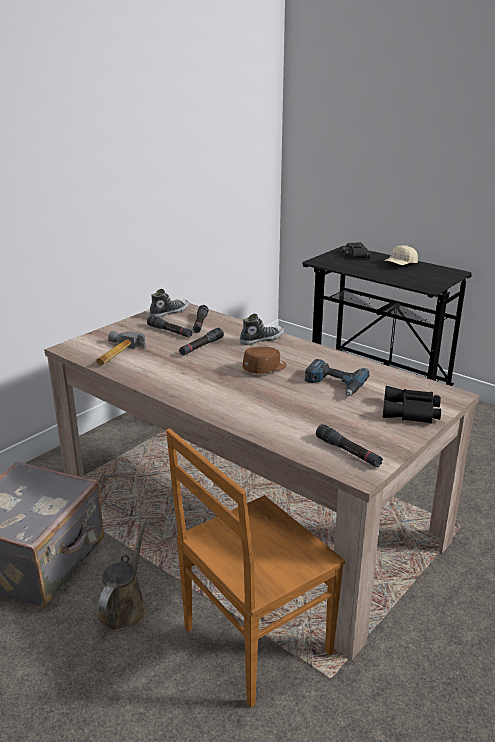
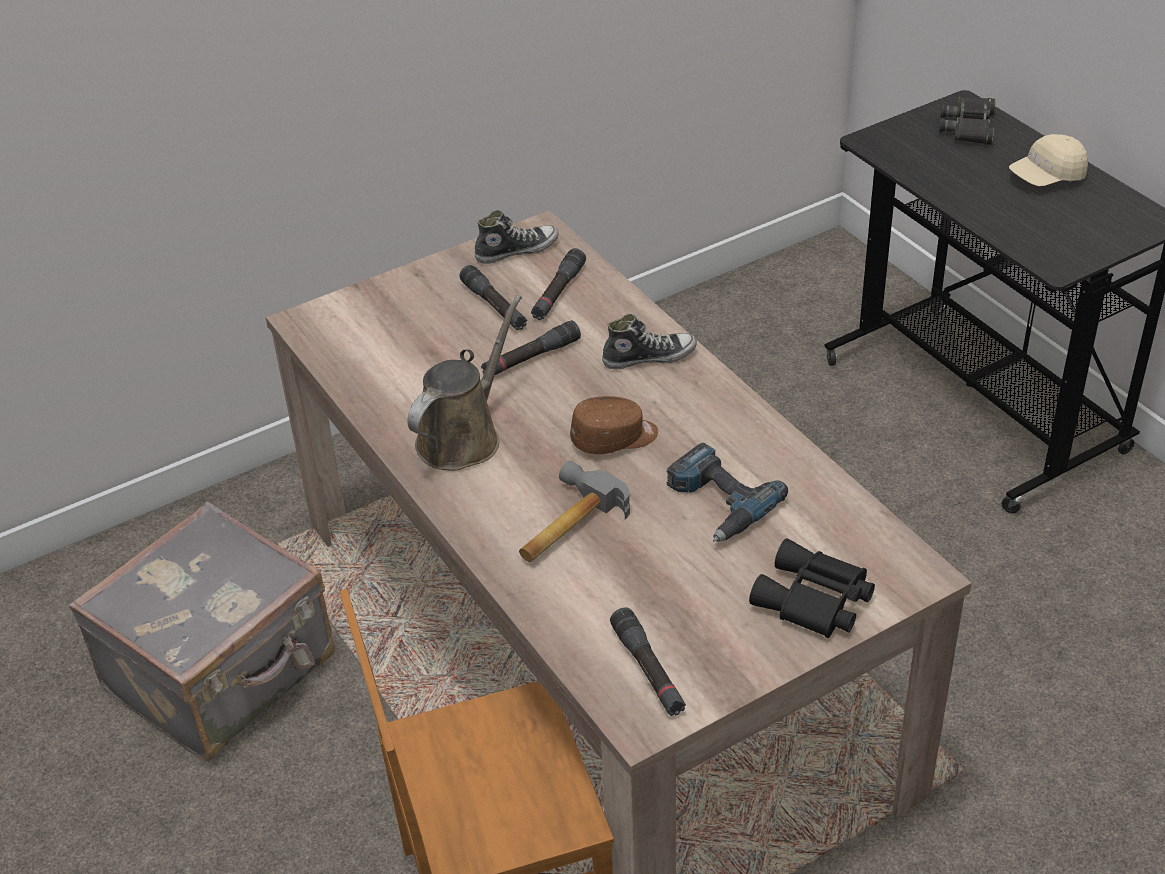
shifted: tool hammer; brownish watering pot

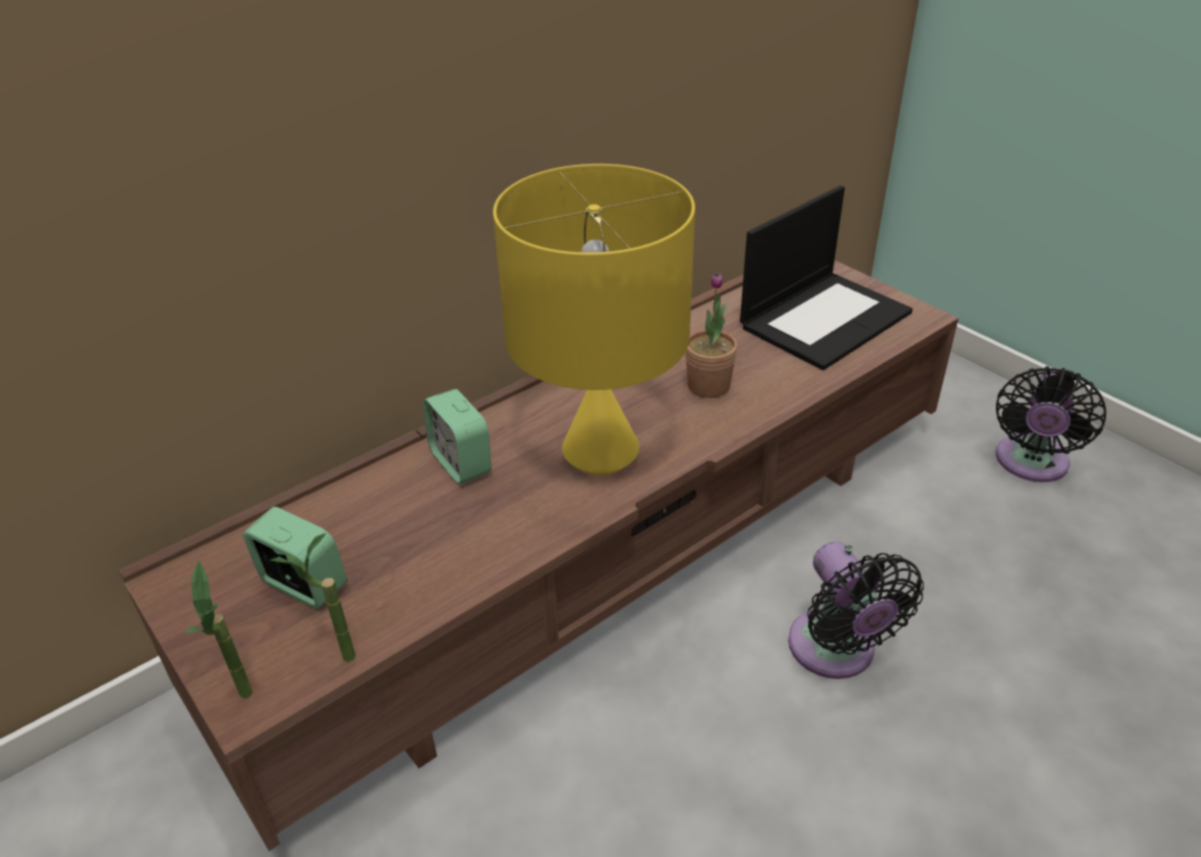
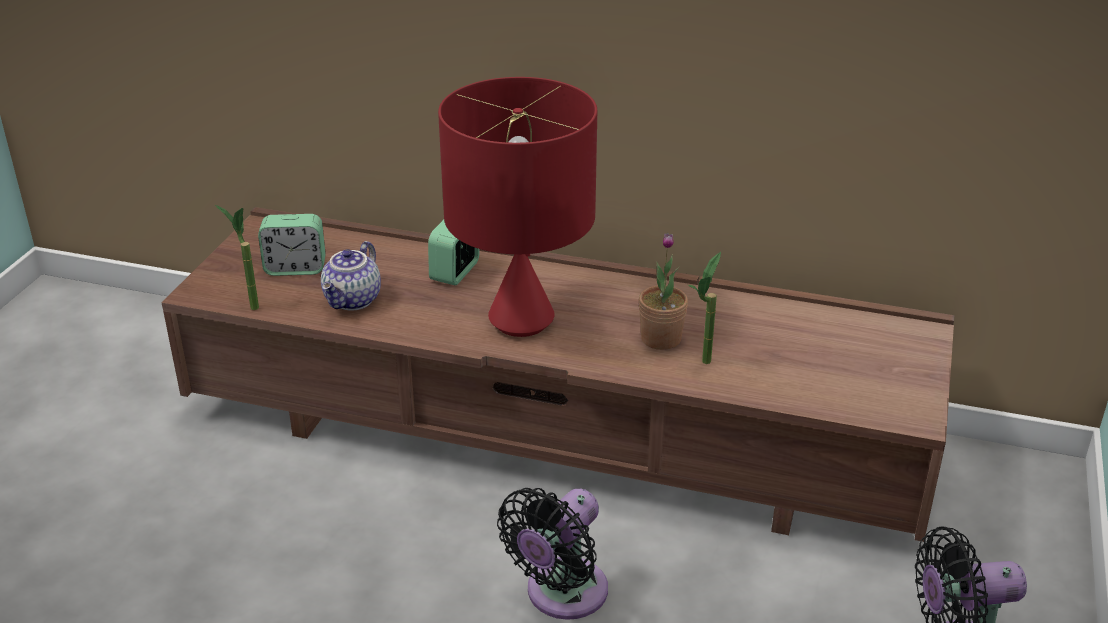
gone: portable computer
new: tea pot
shifted: potted plant (no. 1 from left in the first image) to potted plant (no. 3 from left)
repainted: yellowish tabletop lamp to red-coloured tabletop lamp
rotated: alarm clock (no. 1 from left) 90 degrees clockwise

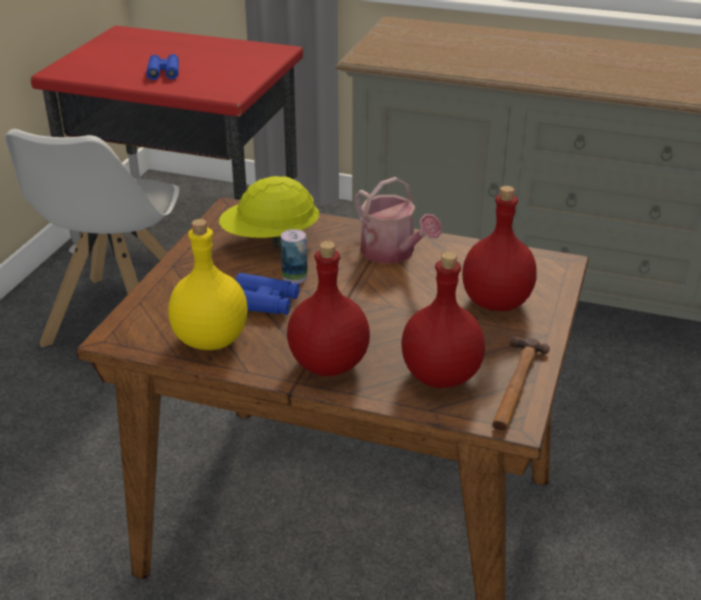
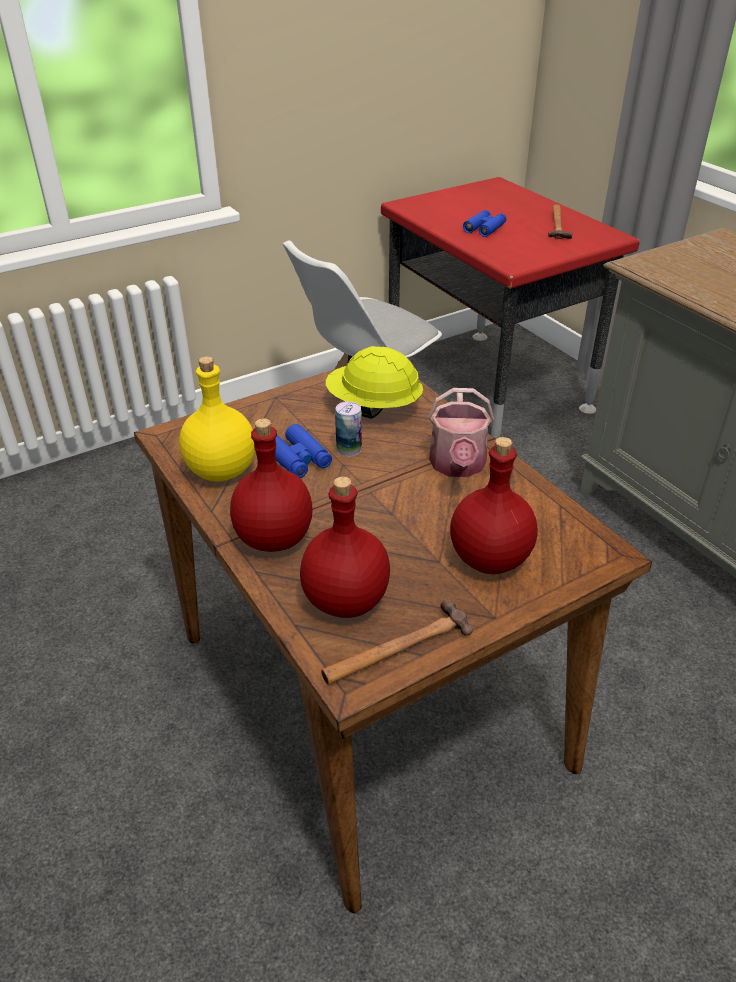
new: tool hammer (no. 2 from left)

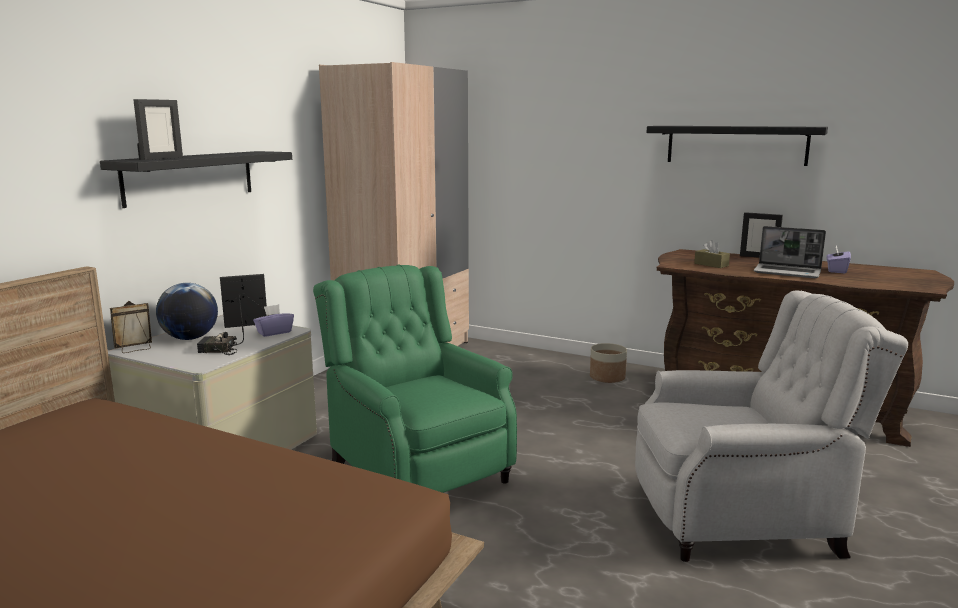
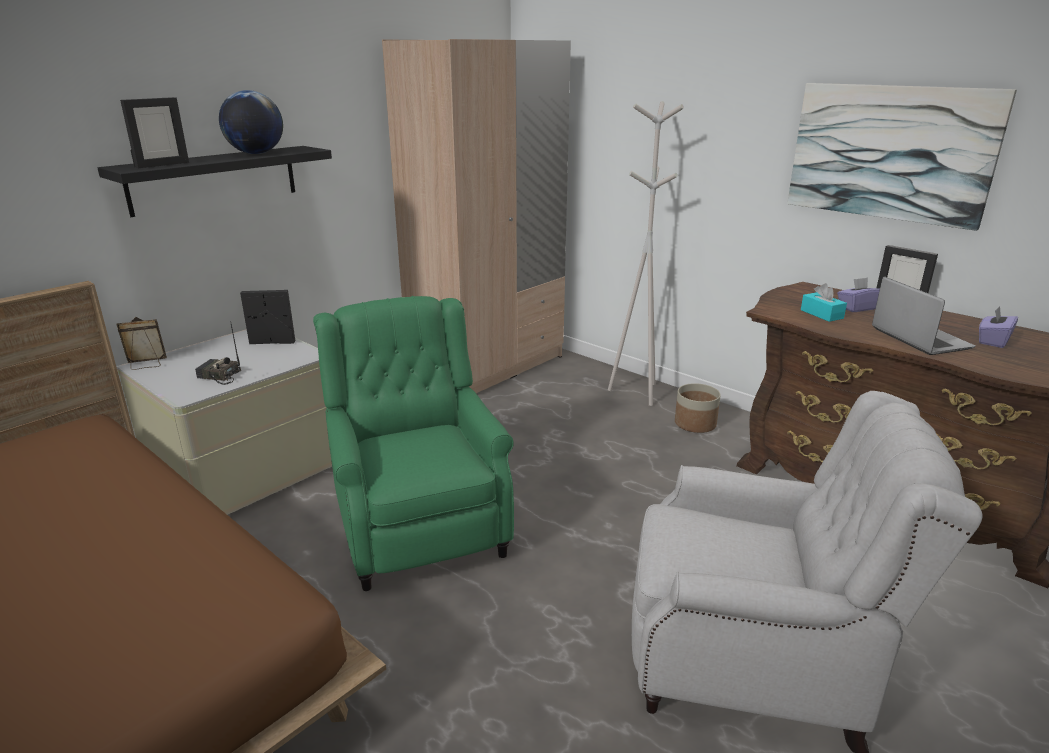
new: grey garment rack
shifted: globe; purple-coloured tissue holder (no. 1 from left)
swapped: black bracket shelf (no. 2 from left) to picture
repainted: brownish tissue holder to turquoise-coloured tissue holder
rotated: portable computer 150 degrees counterclockwise

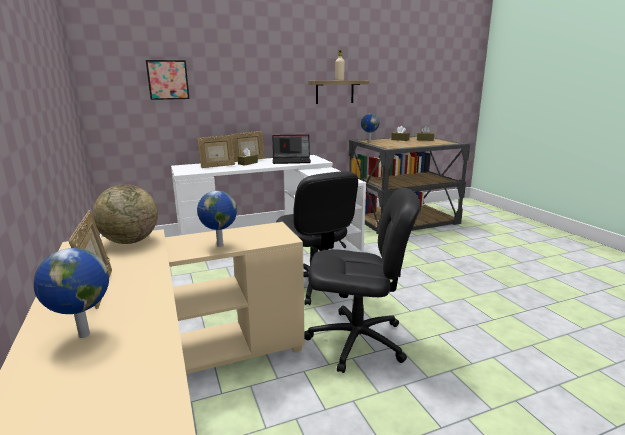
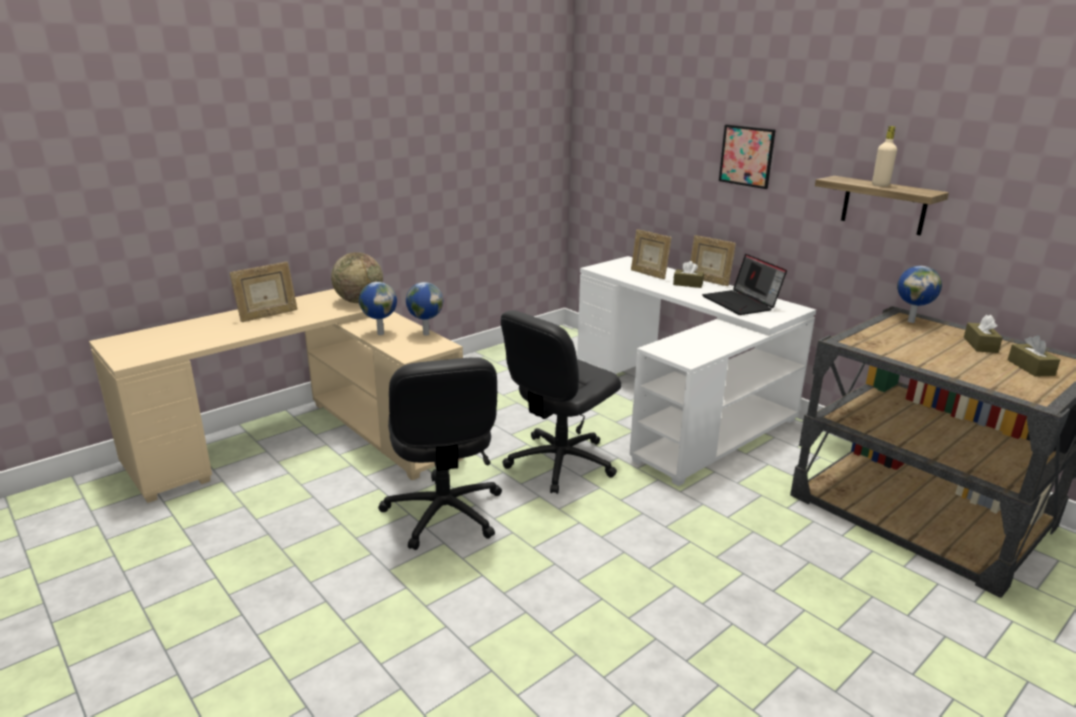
shifted: globe (no. 1 from left in the first image) to globe (no. 3 from left); picture

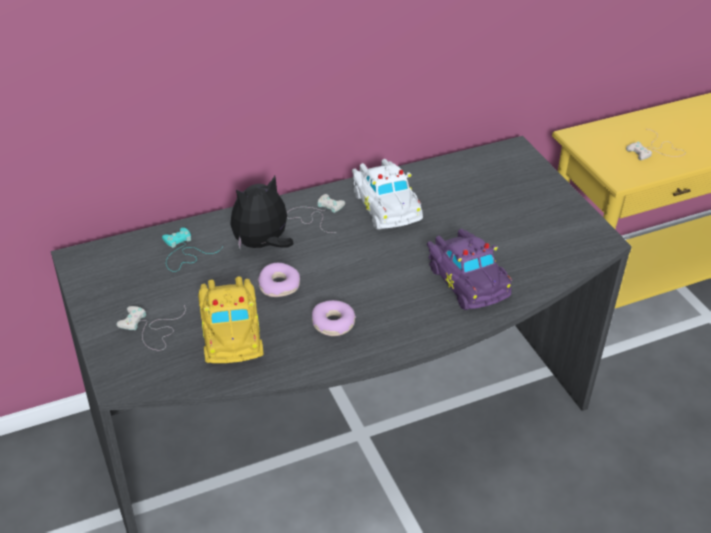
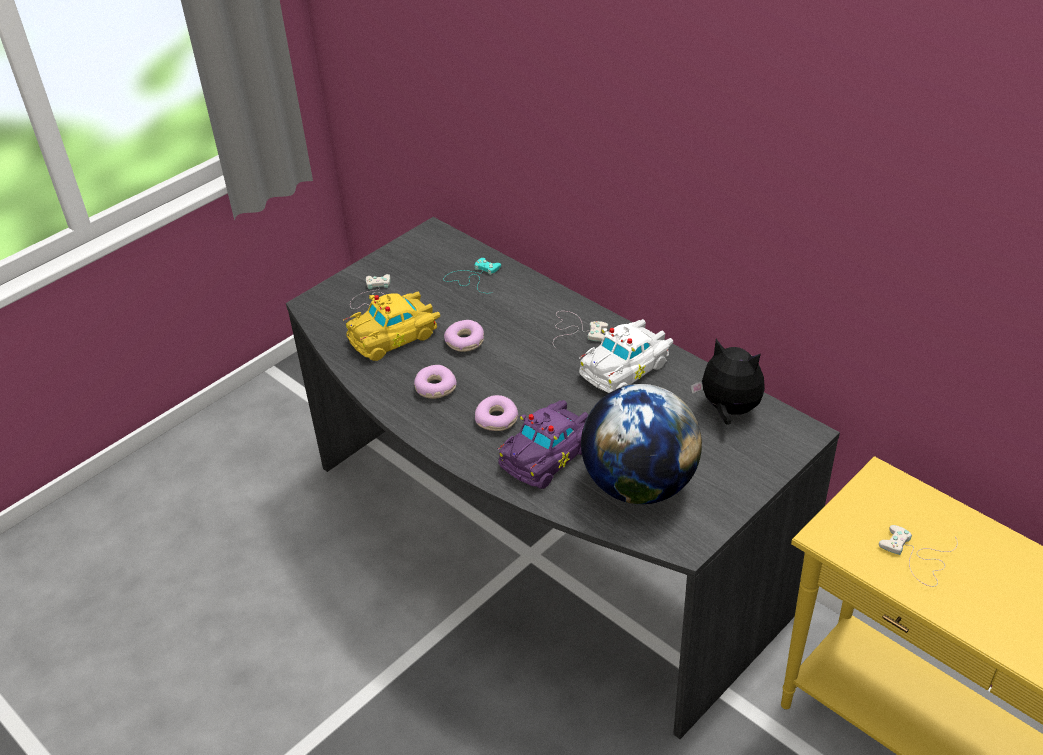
new: doughnut (no. 3 from left); globe
shifted: cuddly toy

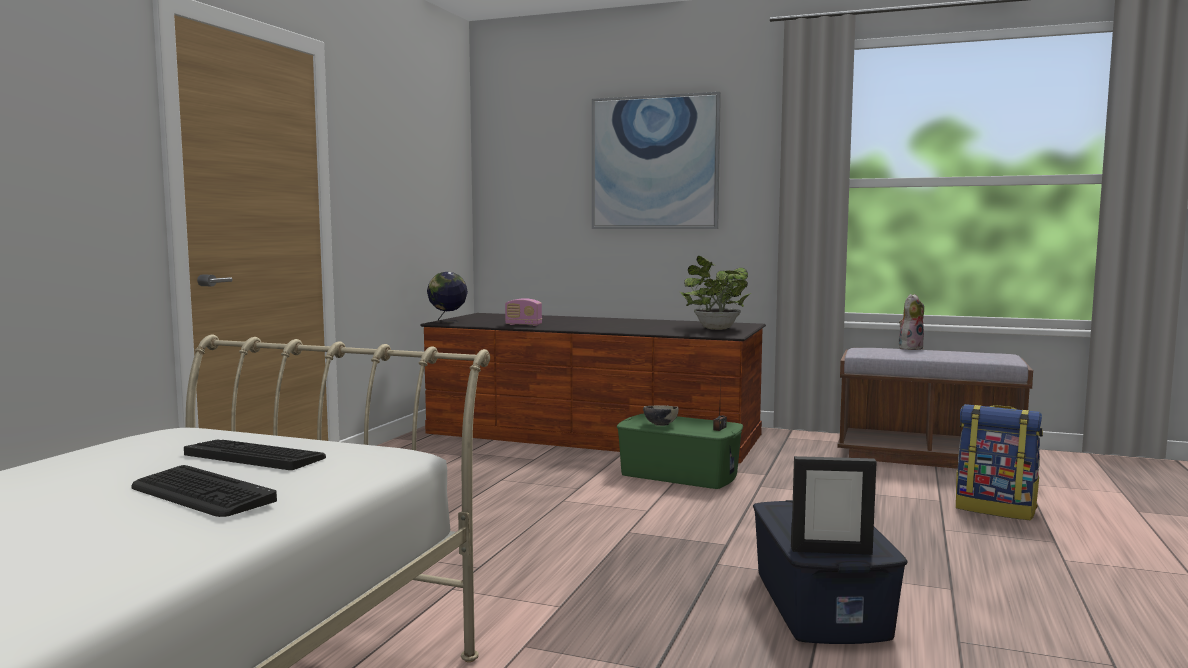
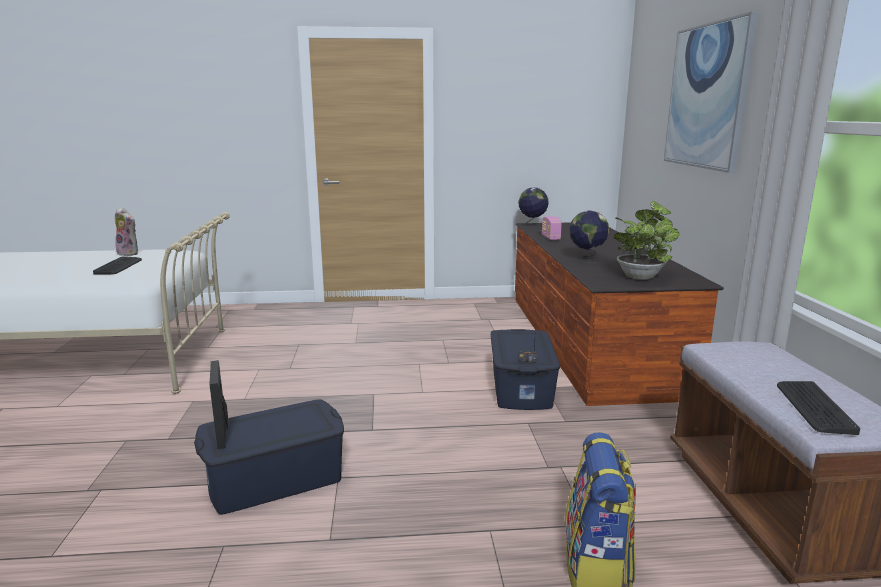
gone: deep dish
new: globe (no. 2 from left)
shifted: keyboard (no. 1 from left in the first image) to keyboard (no. 2 from left); cuddly toy
repainted: green-coloured storage box to blue-coloured storage box (no. 2 from left)

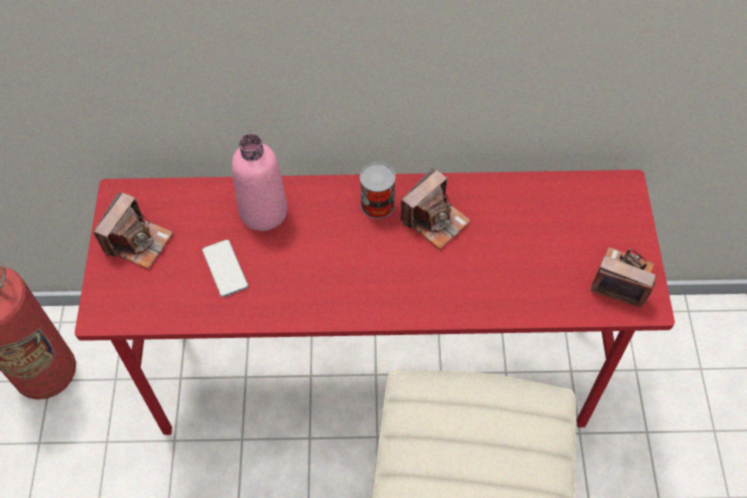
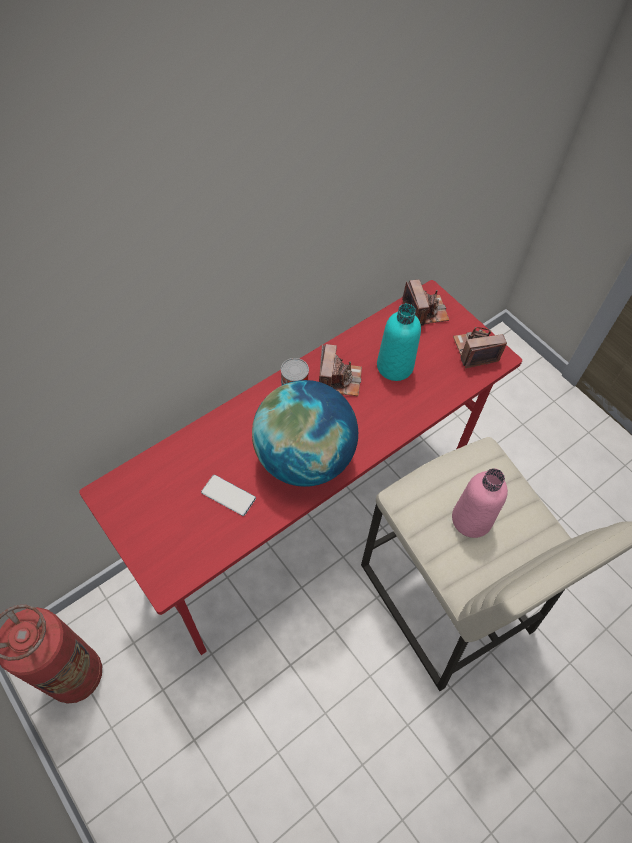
new: globe; turquoise-coloured bottle
shifted: still camera (no. 1 from left in the first image) to still camera (no. 2 from left); pink-coloured bottle

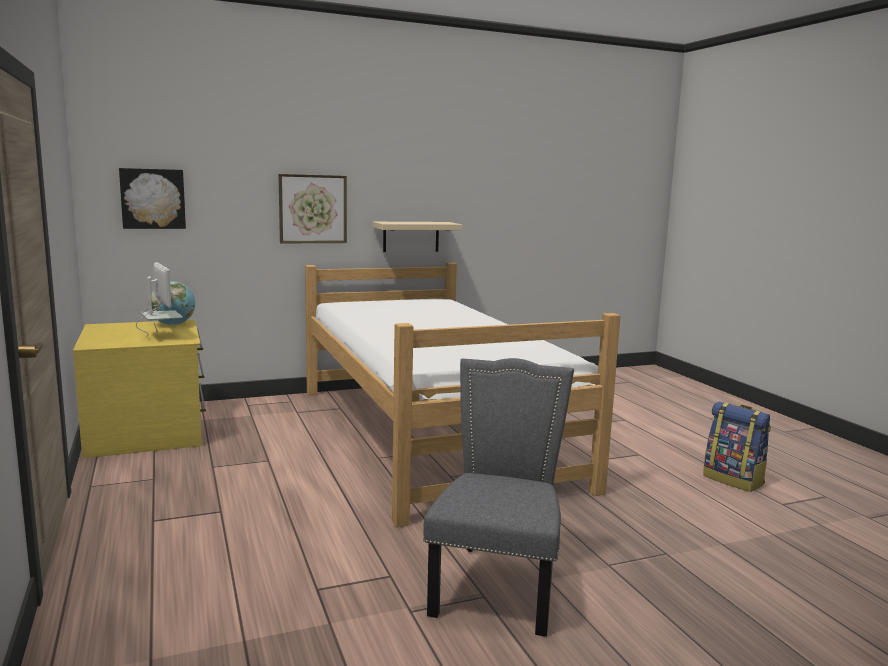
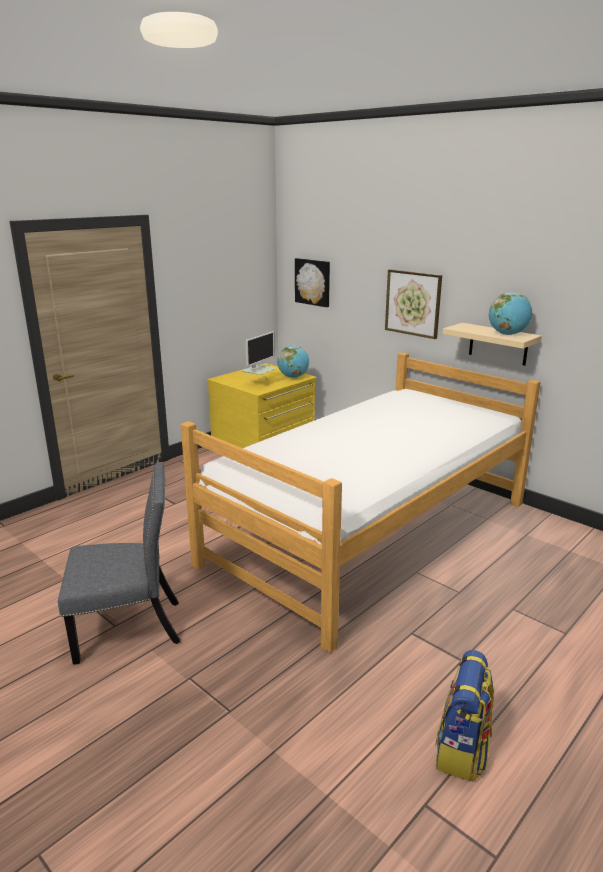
new: globe (no. 2 from left)

